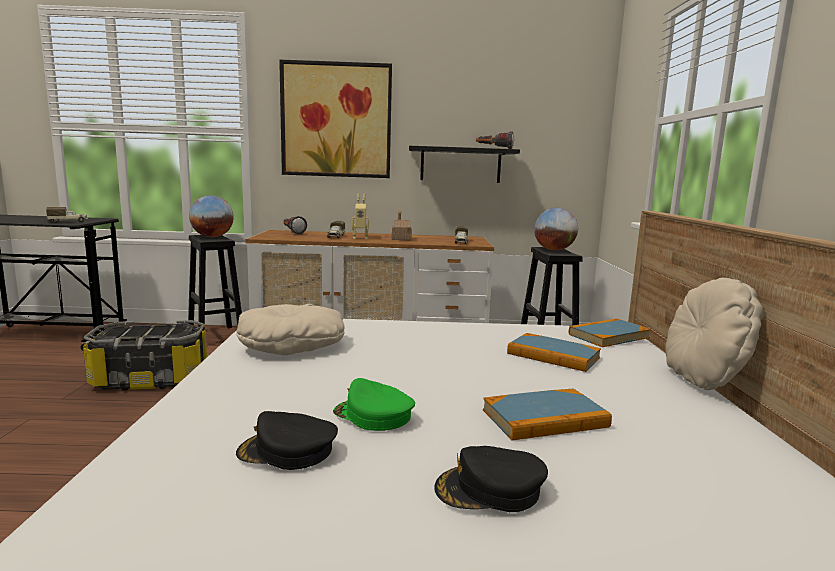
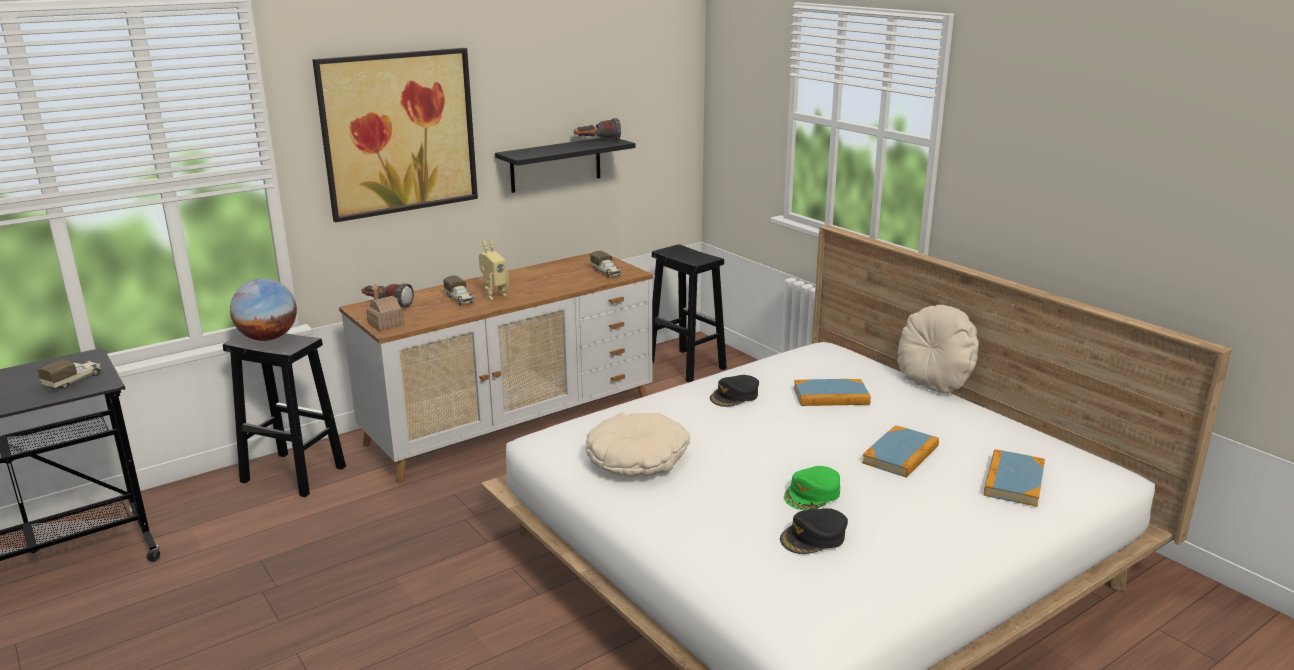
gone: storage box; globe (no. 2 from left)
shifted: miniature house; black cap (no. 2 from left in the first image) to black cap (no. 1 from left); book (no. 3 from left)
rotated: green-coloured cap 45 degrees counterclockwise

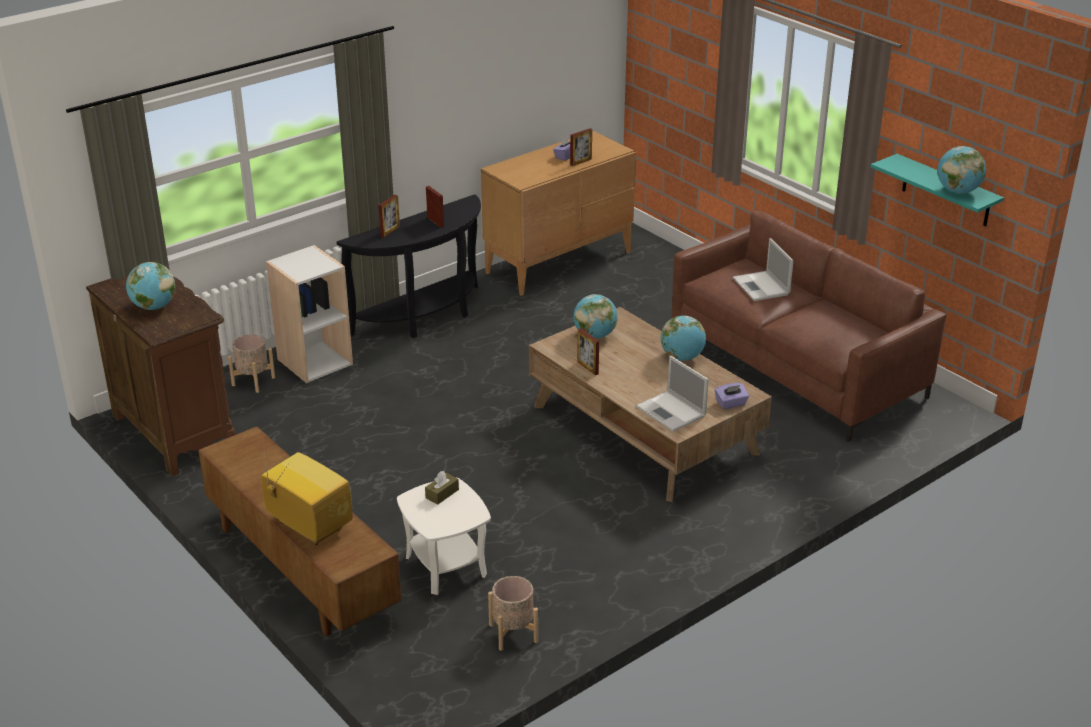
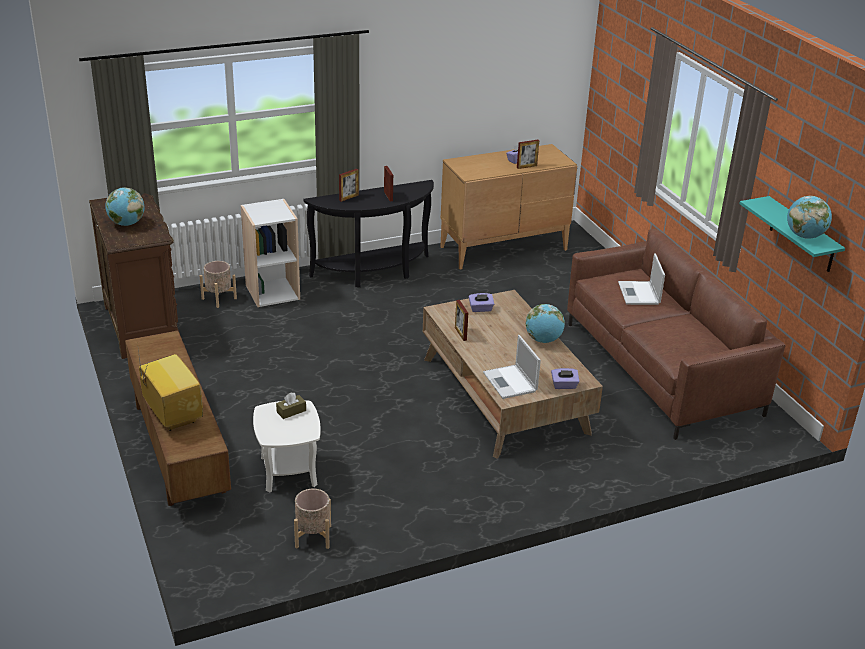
swapped: globe (no. 2 from left) to purple-coloured tissue holder (no. 1 from left)

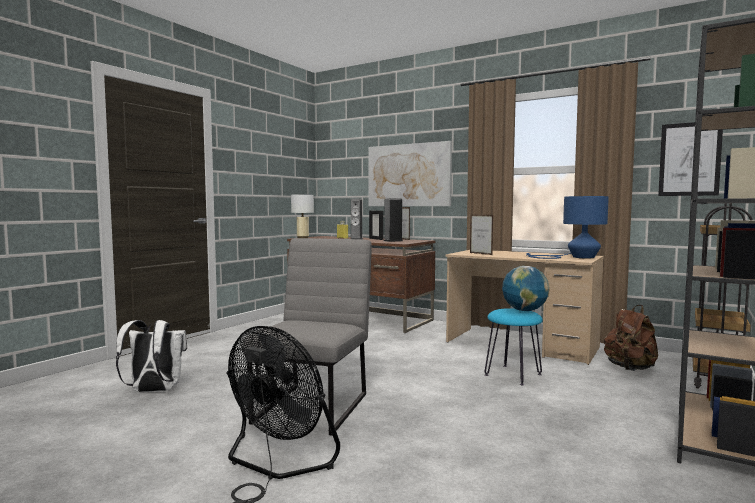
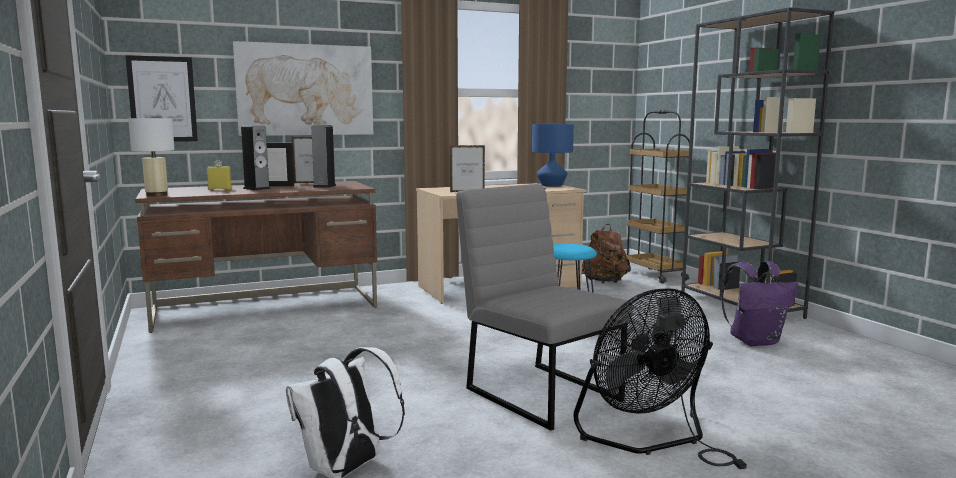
gone: globe
new: purple-coloured backpack
shifted: picture (no. 2 from left in the first image) to picture (no. 1 from left)

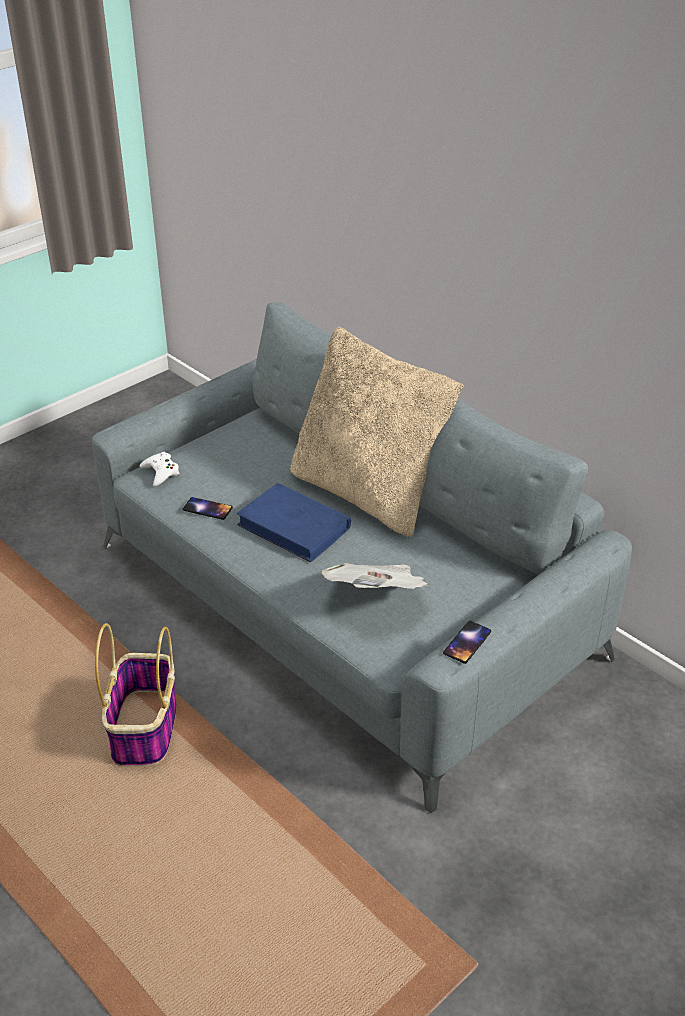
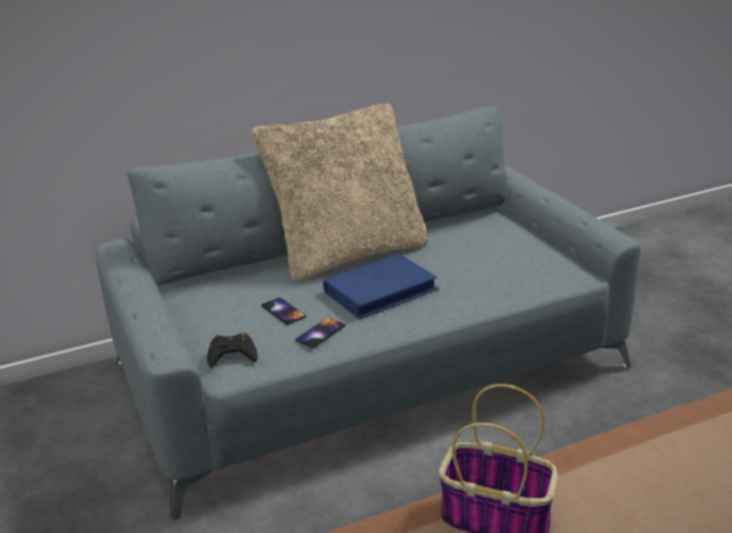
gone: daily paper
shifted: handset (no. 2 from left in the first image) to handset (no. 1 from left)
repainted: white joypad to black joypad

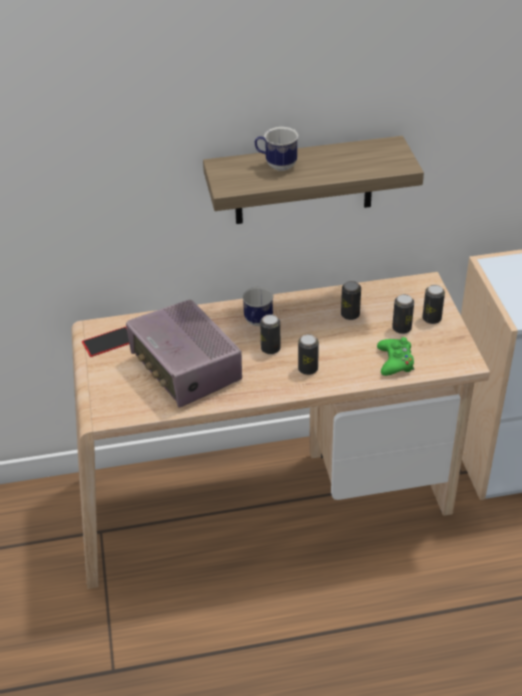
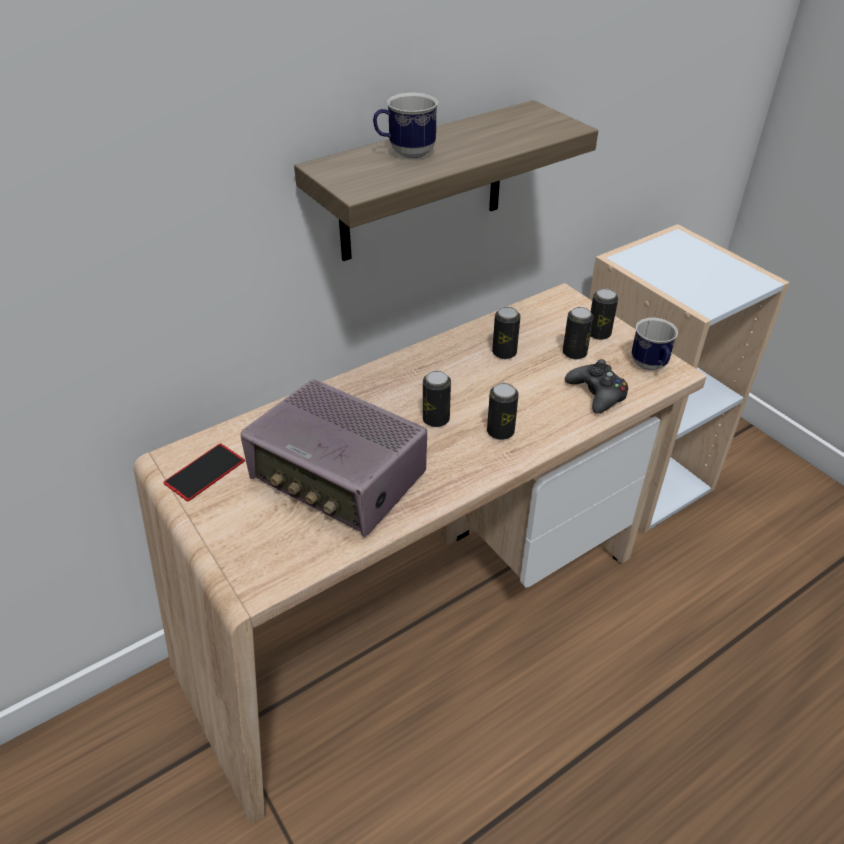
shifted: mug (no. 1 from left in the first image) to mug (no. 2 from left)
repainted: green-coloured joypad to black joypad

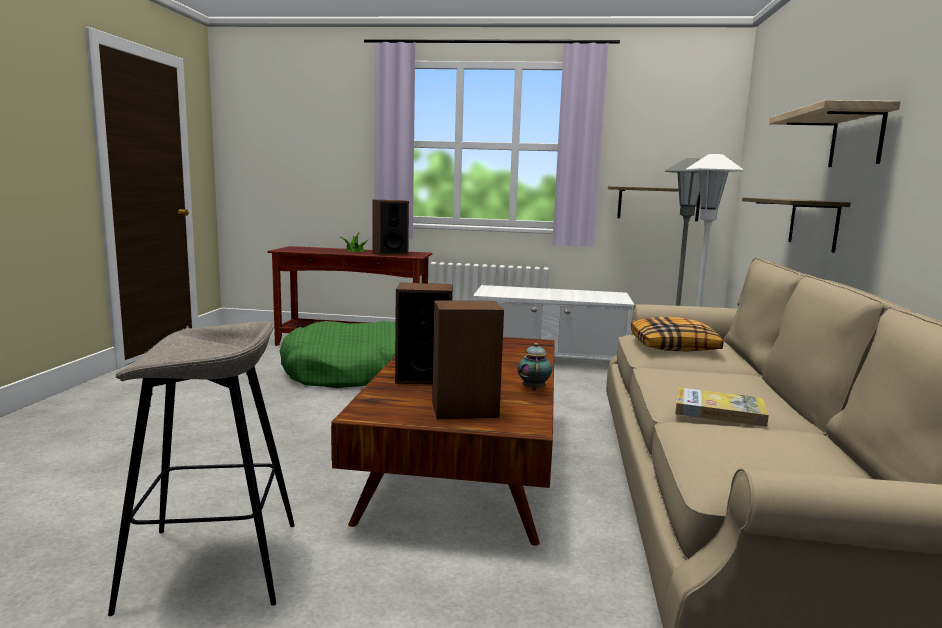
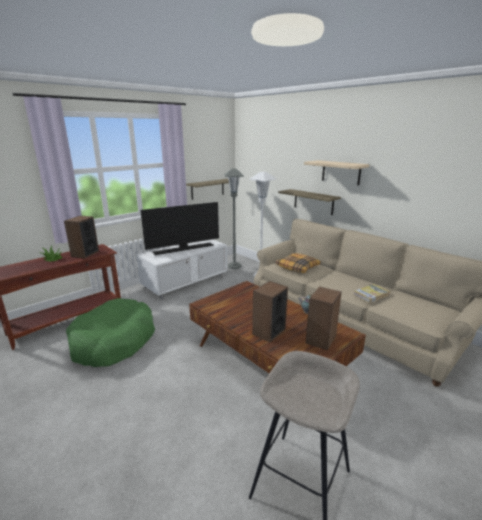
new: TV set

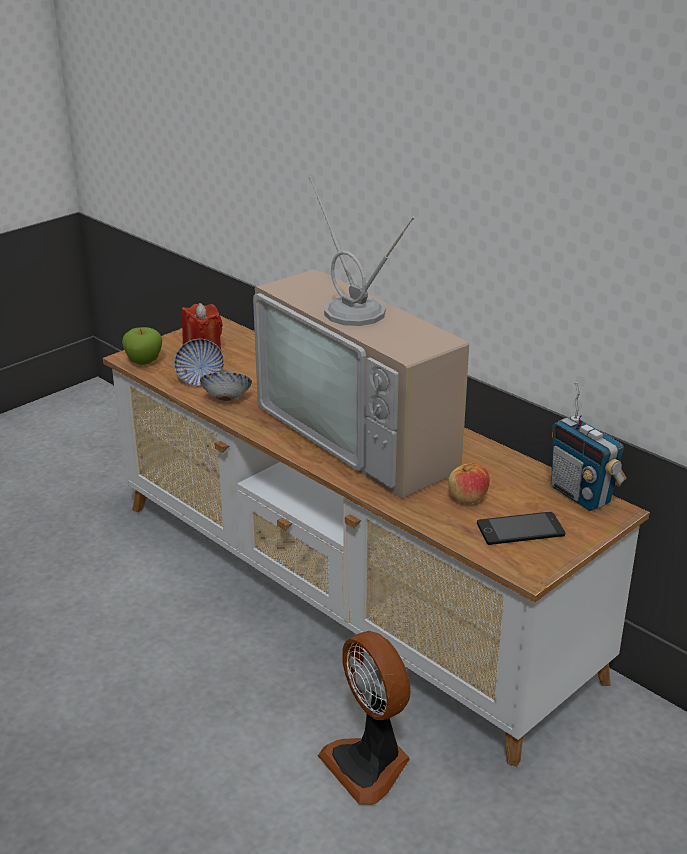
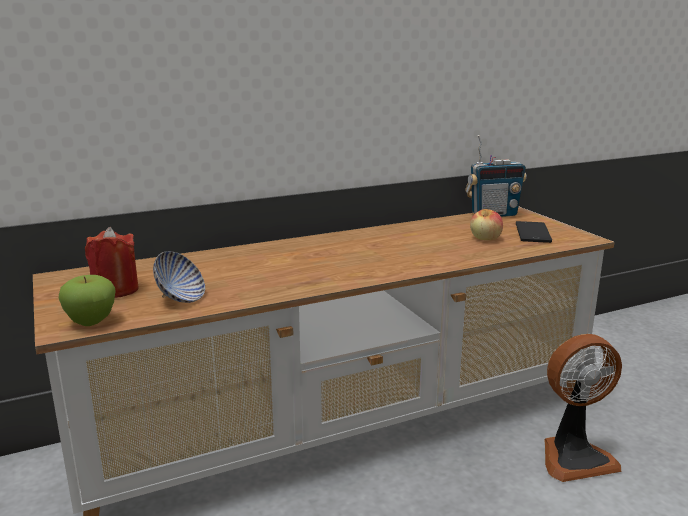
gone: deep dish (no. 2 from left); TV set

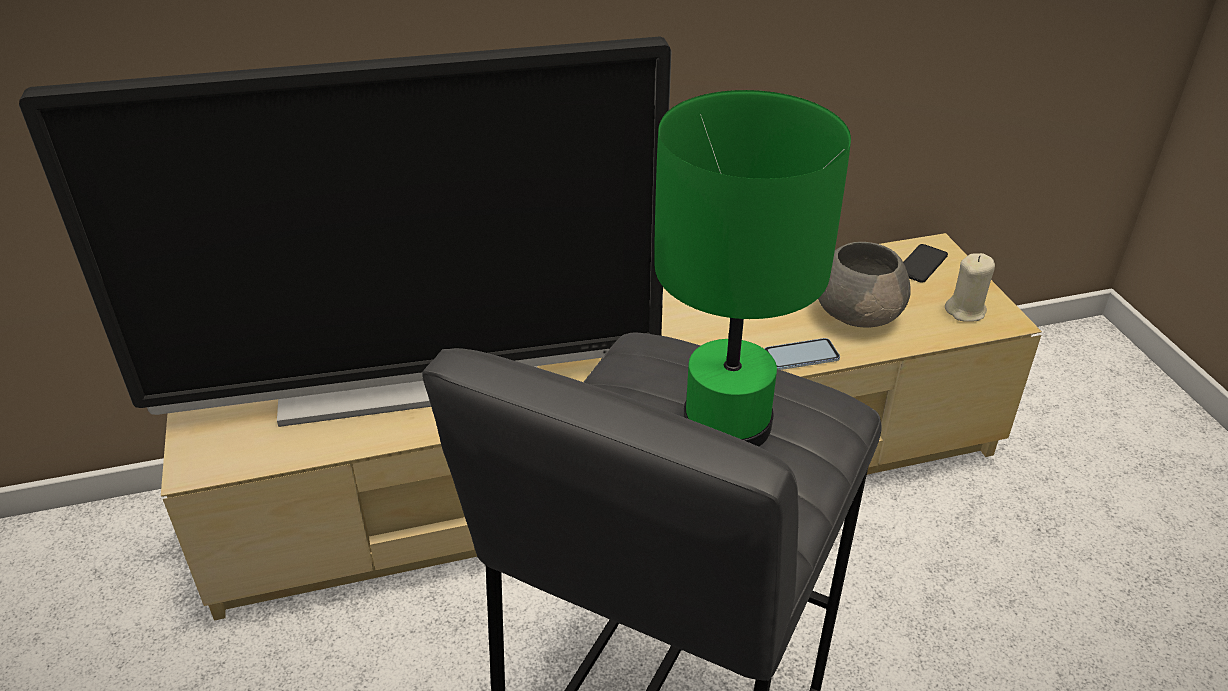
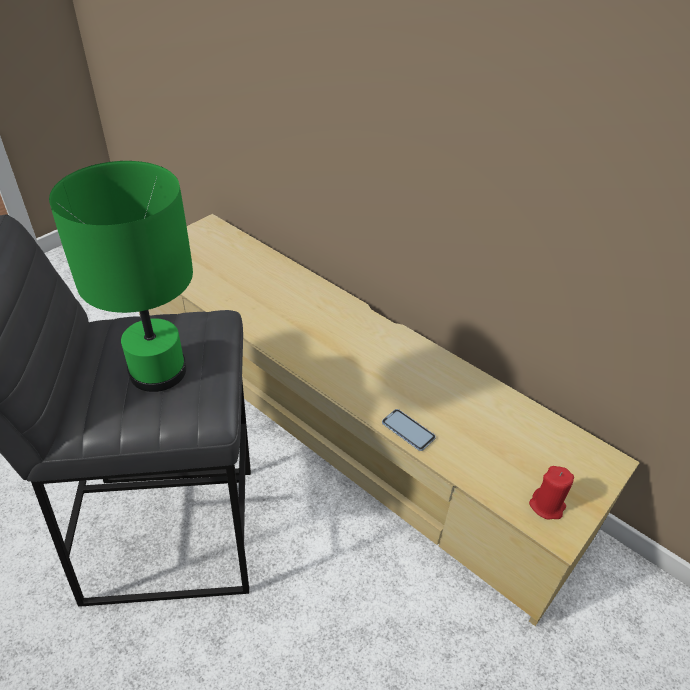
gone: TV set; grey deep dish; handset (no. 2 from left)
repainted: sand-coloured candle to red-coloured candle

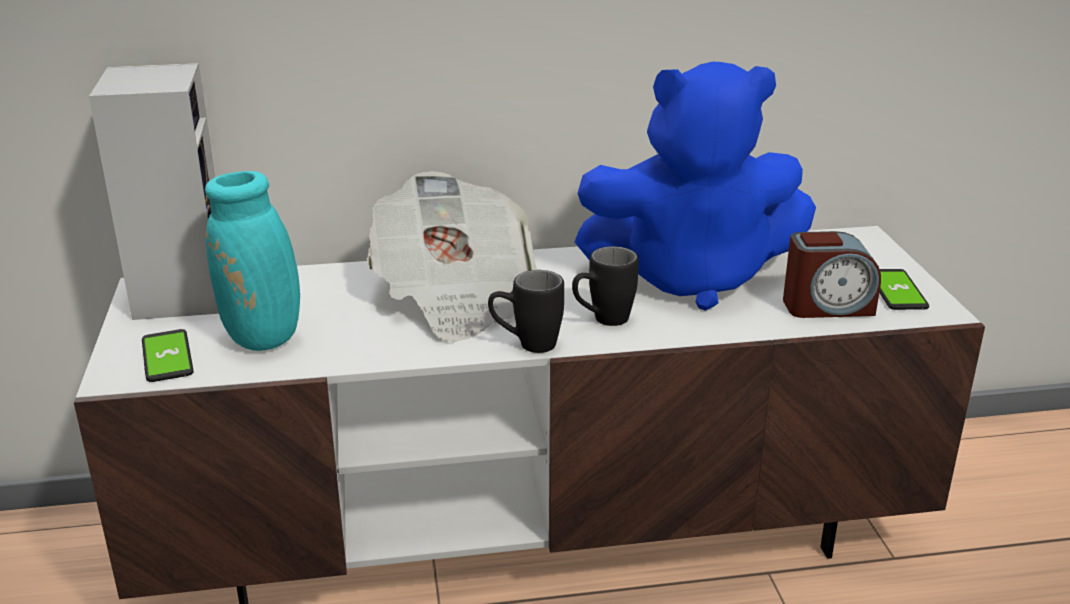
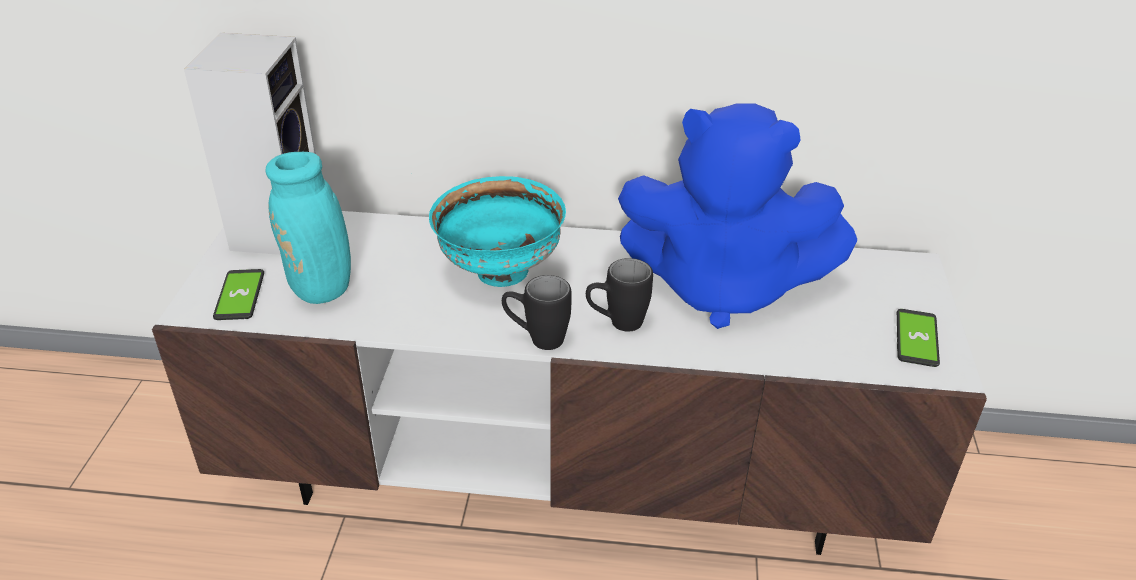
gone: alarm clock
swapped: daily paper to turquoise-coloured deep dish

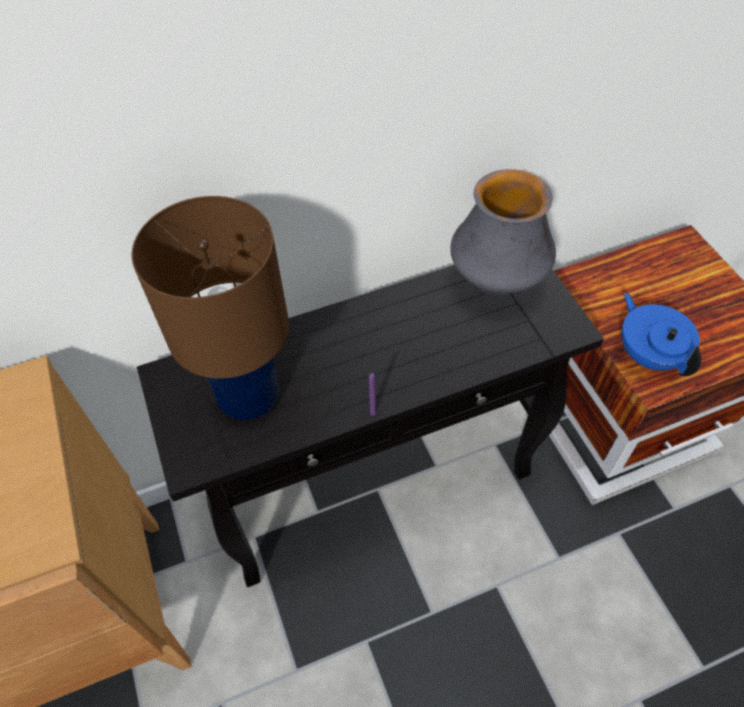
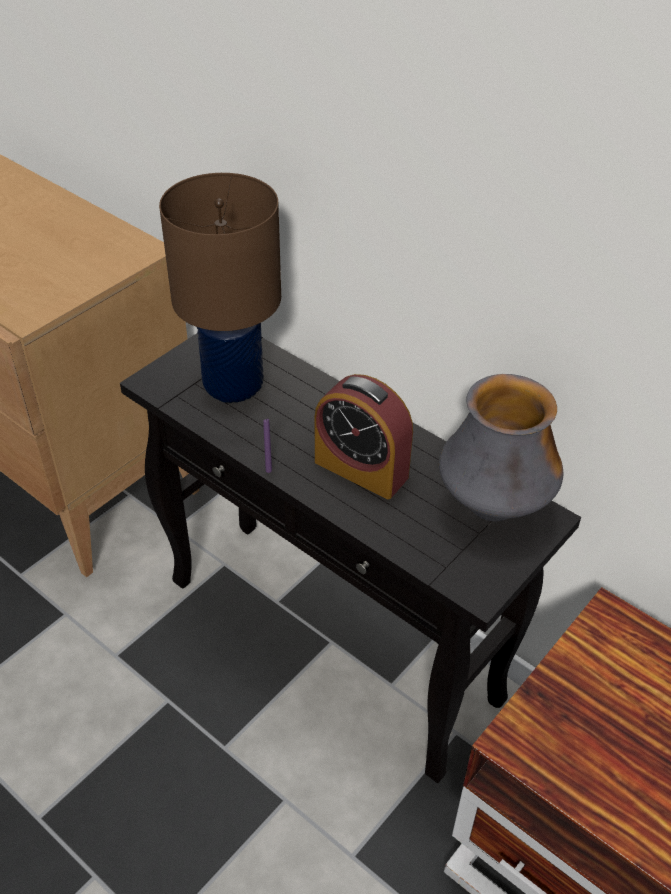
gone: blue-coloured tea pot
new: alarm clock

